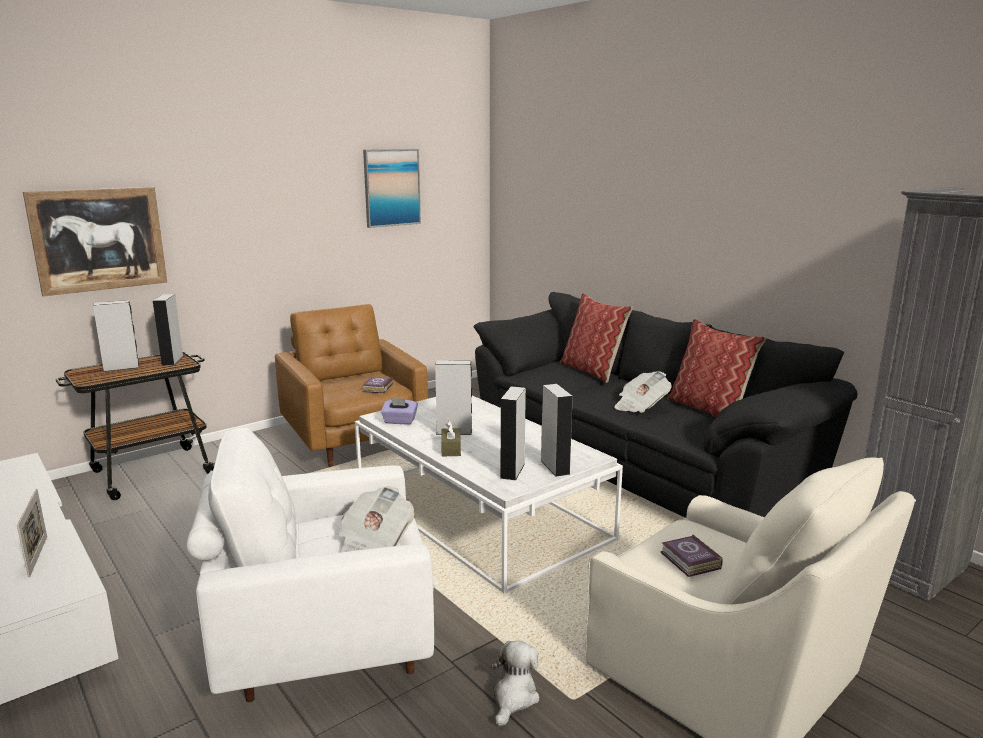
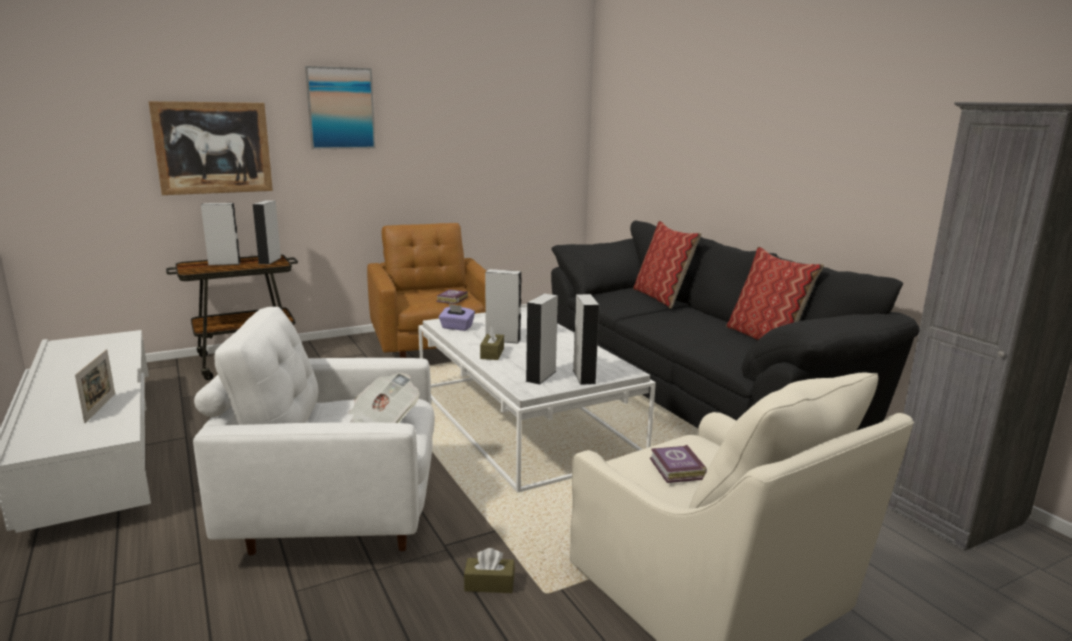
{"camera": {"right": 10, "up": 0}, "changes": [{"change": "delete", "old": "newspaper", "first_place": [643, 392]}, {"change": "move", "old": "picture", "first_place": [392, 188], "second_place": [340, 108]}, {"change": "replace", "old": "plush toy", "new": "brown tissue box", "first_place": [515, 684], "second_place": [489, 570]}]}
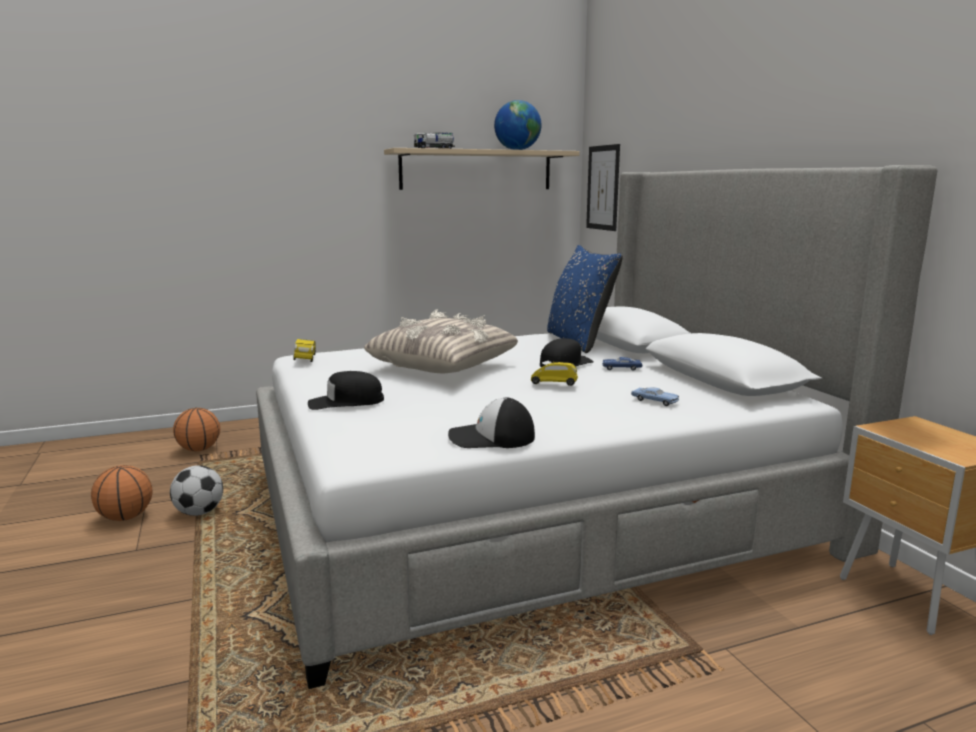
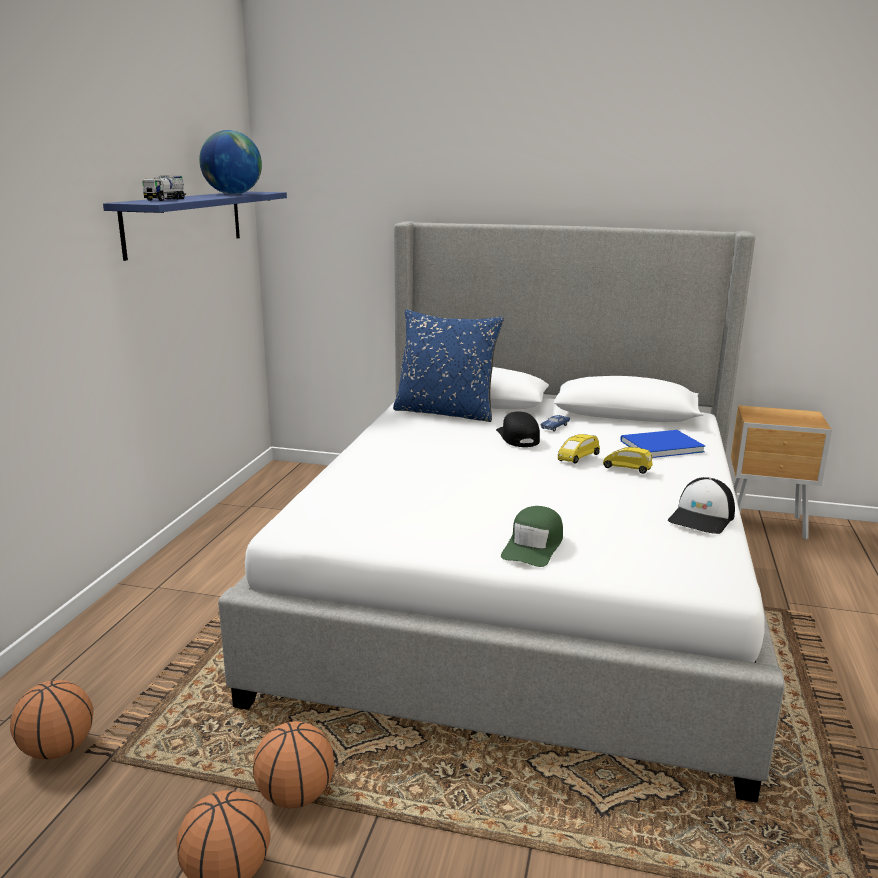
{"camera": {"right": -55, "up": 5}, "changes": [{"change": "delete", "old": "beige pillow", "first_place": [441, 341]}, {"change": "delete", "old": "picture", "first_place": [603, 187]}, {"change": "move", "old": "yellow toy car", "first_place": [304, 350], "second_place": [628, 460]}, {"change": "replace", "old": "football", "new": "basketball", "first_place": [196, 490], "second_place": [293, 765]}, {"change": "replace", "old": "blue toy car", "new": "blue book", "first_place": [655, 396], "second_place": [662, 444]}, {"change": "recolor", "old": "black cap", "new": "green cap", "first_place": [346, 390], "second_place": [532, 536]}, {"change": "recolor", "old": "beige shelf", "new": "blue shelf", "first_place": [482, 169], "second_place": [195, 226]}]}
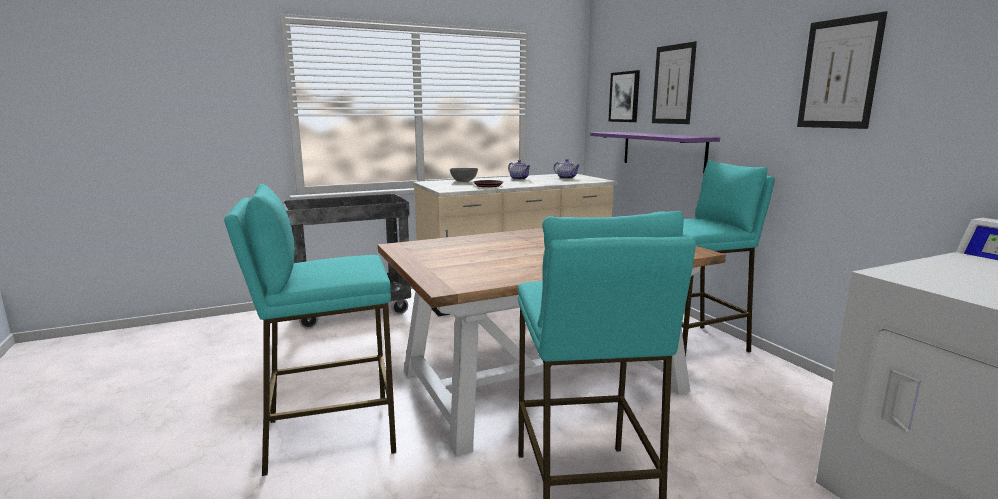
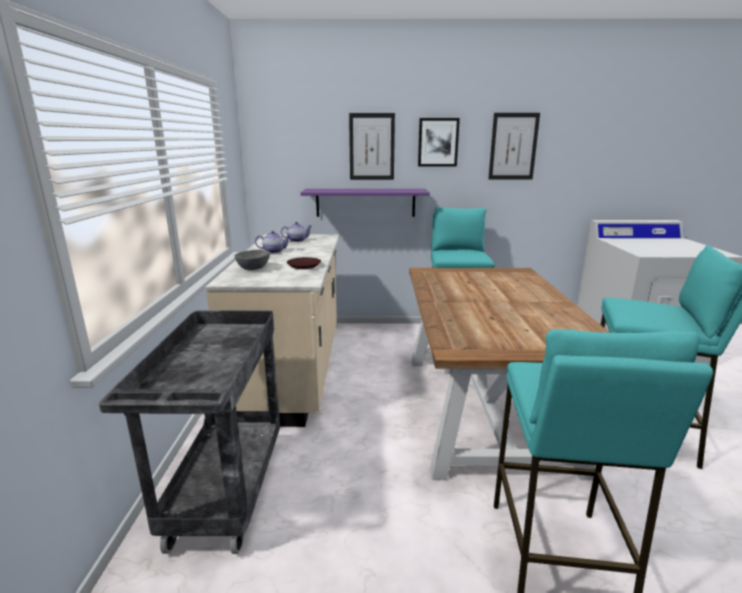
{"camera": {"right": -65, "up": 5}, "changes": [{"change": "move", "old": "picture", "first_place": [624, 96], "second_place": [439, 142]}]}
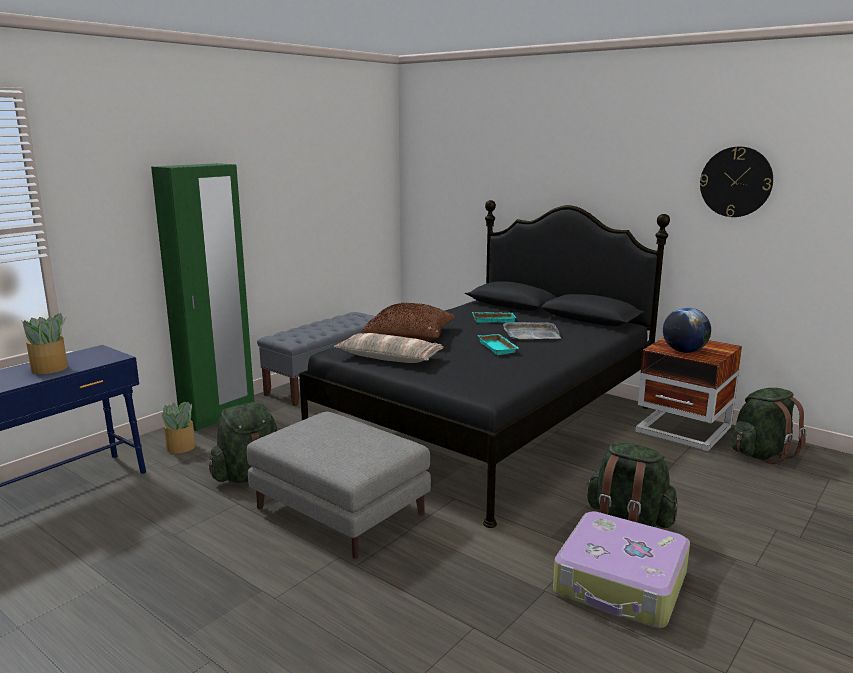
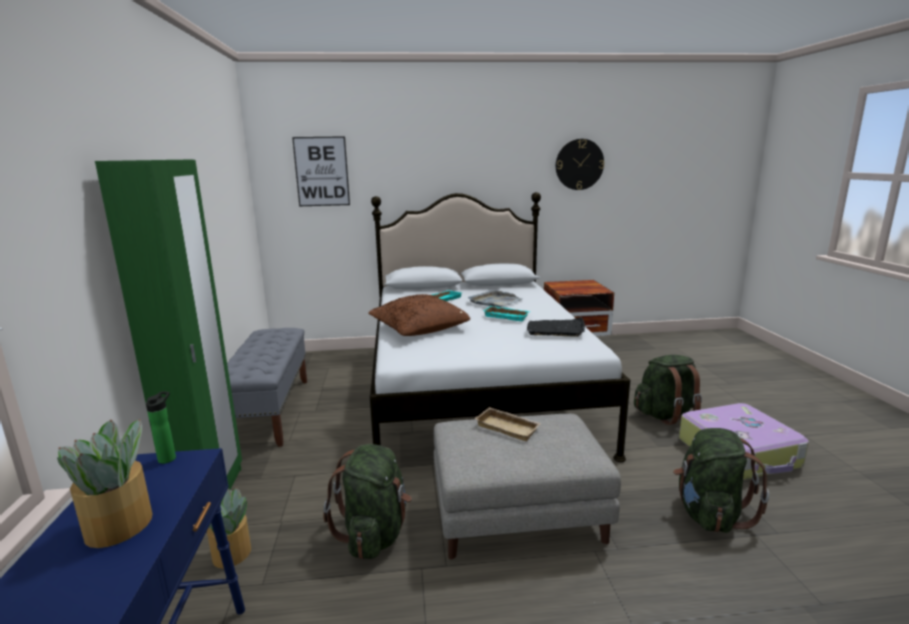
{"camera": {"right": -45, "up": 0}, "changes": [{"change": "delete", "old": "pillow", "first_place": [389, 348]}, {"change": "delete", "old": "globe", "first_place": [687, 330]}, {"change": "insert", "new": "bottle", "second_place": [161, 427]}, {"change": "insert", "new": "picture", "second_place": [321, 171]}, {"change": "insert", "new": "beige tray", "second_place": [508, 424]}, {"change": "insert", "new": "black tray", "second_place": [556, 327]}, {"change": "move", "old": "green backpack", "first_place": [768, 426], "second_place": [721, 480]}, {"change": "recolor", "old": "black bed", "new": "white bed", "first_place": [484, 364], "second_place": [500, 327]}]}
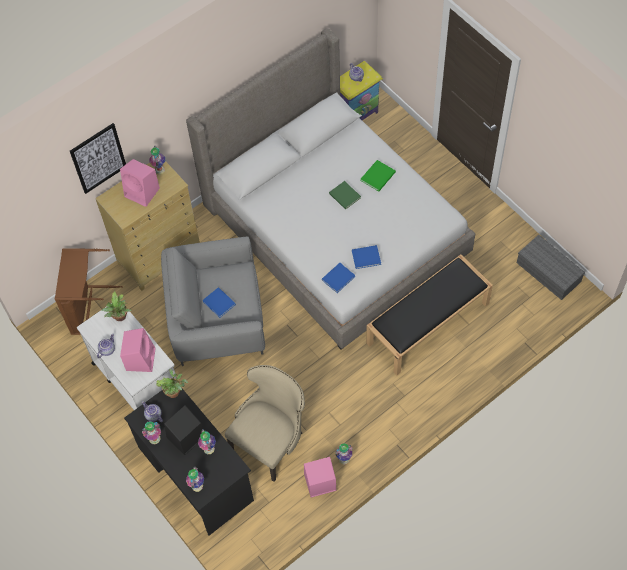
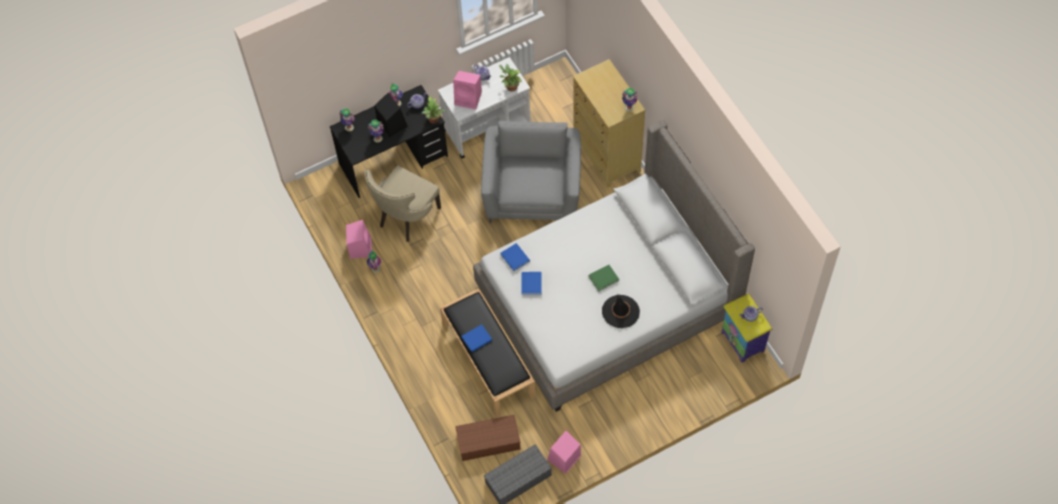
{"camera": {"right": 100, "up": 0}, "changes": [{"change": "delete", "old": "brown laundry basket", "first_place": [89, 291]}, {"change": "delete", "old": "picture", "first_place": [98, 158]}, {"change": "insert", "new": "brown storage box", "second_place": [488, 438]}, {"change": "move", "old": "pink speaker", "first_place": [140, 183], "second_place": [564, 452]}, {"change": "move", "old": "blue book", "first_place": [219, 302], "second_place": [477, 338]}, {"change": "replace", "old": "green book", "new": "black hat", "first_place": [378, 176], "second_place": [621, 311]}, {"change": "rotate", "old": "beige chair", "first_place": [265, 423], "second_place": [402, 204], "degrees": 75}]}
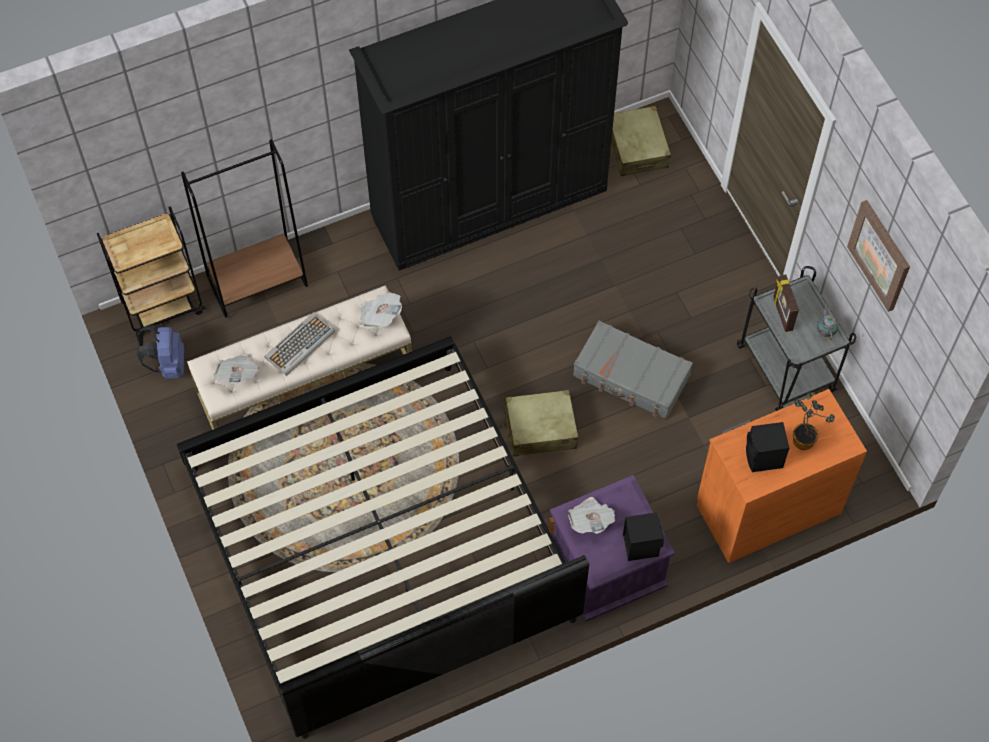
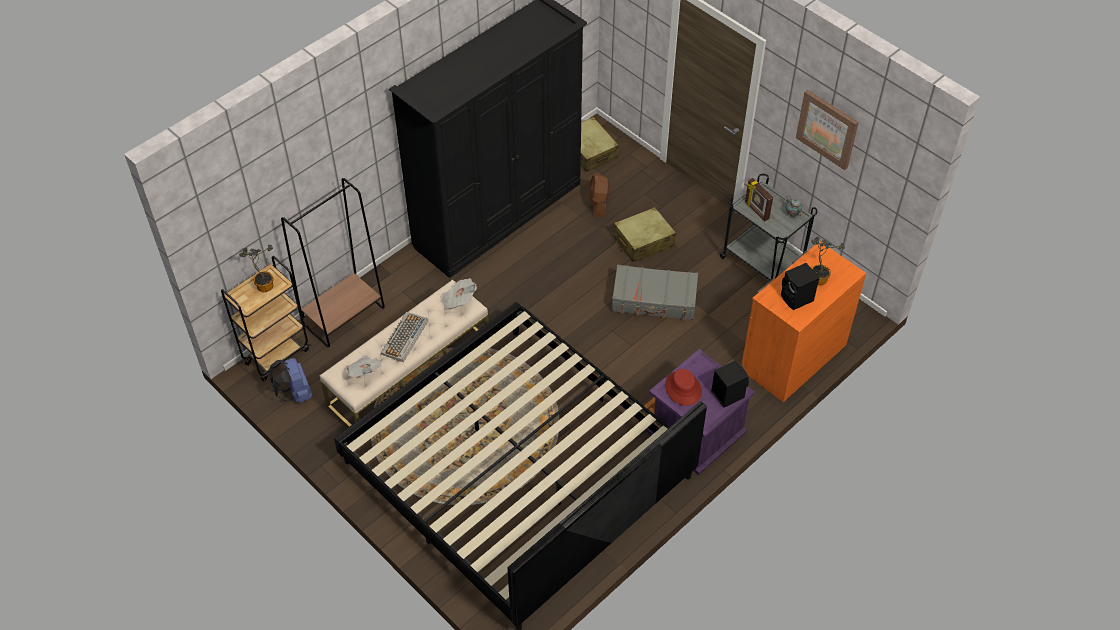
{"camera": {"right": -20, "up": -10}, "changes": [{"change": "insert", "new": "potted plant", "second_place": [256, 268]}, {"change": "insert", "new": "brown fan", "second_place": [599, 195]}, {"change": "move", "old": "beige suitcase", "first_place": [540, 423], "second_place": [644, 234]}, {"change": "replace", "old": "newspaper", "new": "red hat", "first_place": [591, 515], "second_place": [683, 387]}]}
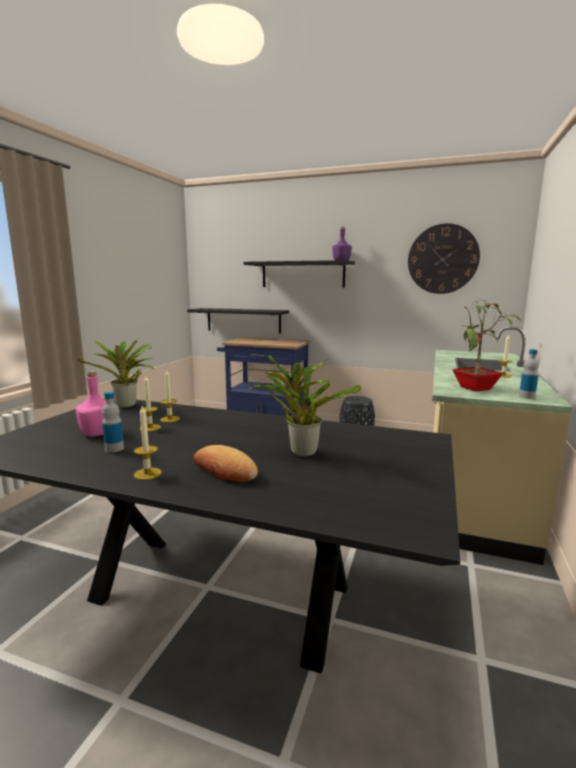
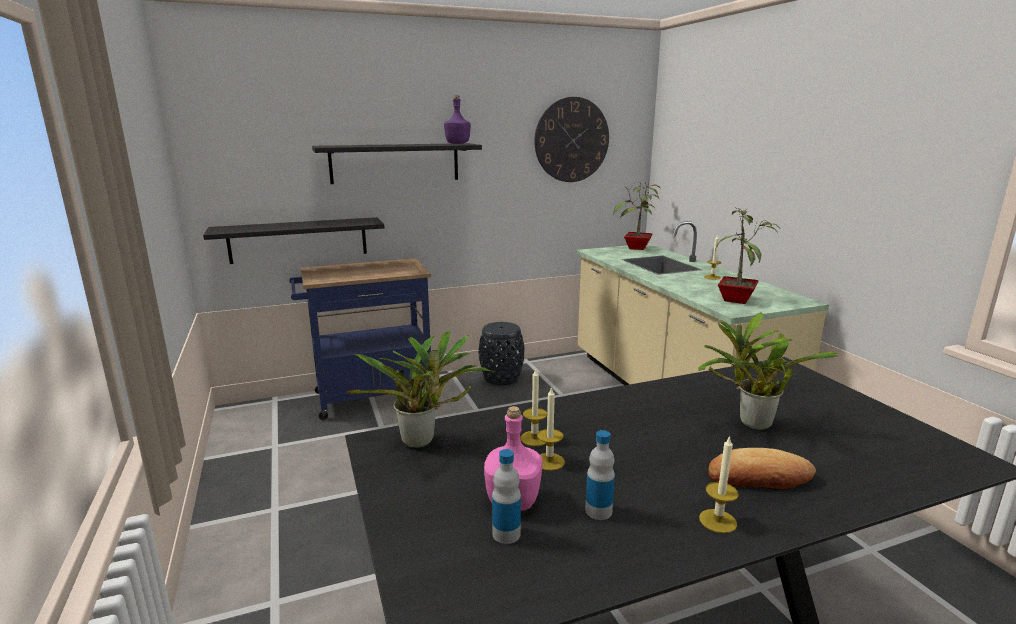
{"camera": {"right": -40, "up": 5}, "changes": [{"change": "insert", "new": "potted plant", "second_place": [637, 215]}, {"change": "move", "old": "bottle", "first_place": [529, 374], "second_place": [506, 496]}]}
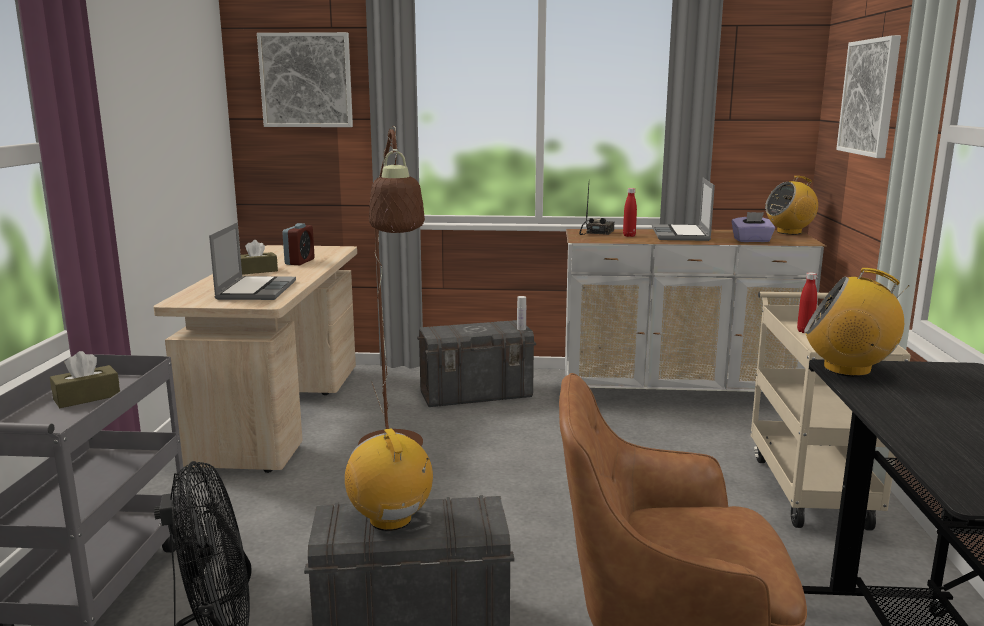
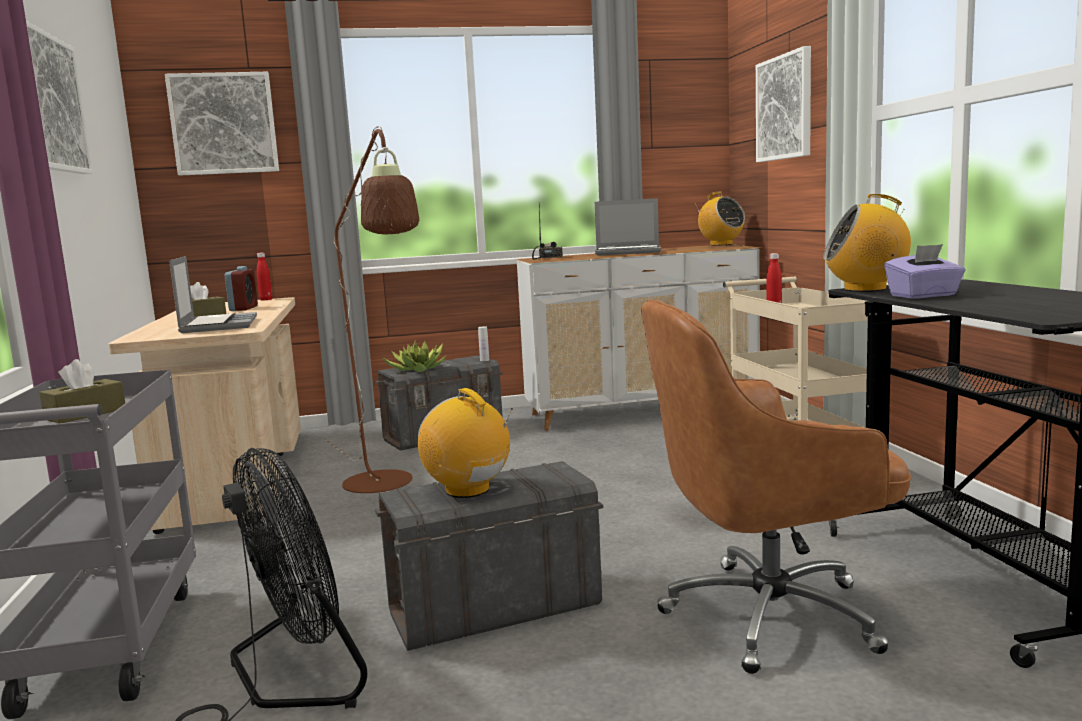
{"camera": {"right": -15, "up": -5}, "changes": [{"change": "insert", "new": "picture", "second_place": [59, 97]}, {"change": "insert", "new": "potted plant", "second_place": [414, 356]}, {"change": "move", "old": "red bottle", "first_place": [630, 212], "second_place": [264, 277]}, {"change": "move", "old": "purple tissue box", "first_place": [753, 227], "second_place": [924, 271]}, {"change": "rotate", "old": "laptop", "first_place": [683, 209], "second_place": [628, 227], "degrees": -75}, {"change": "rotate", "old": "radio", "first_place": [791, 205], "second_place": [720, 219], "degrees": -90}]}
